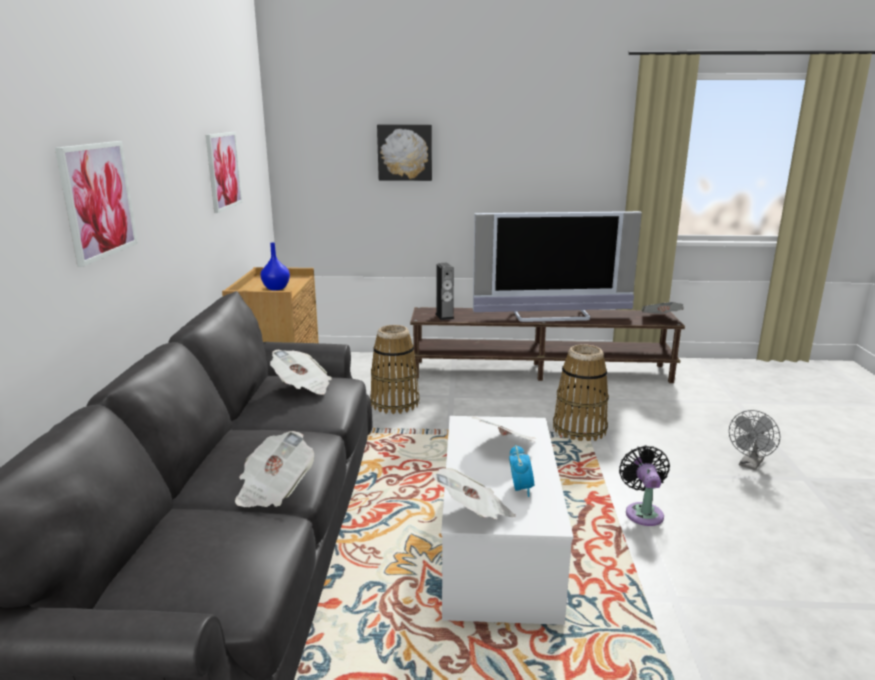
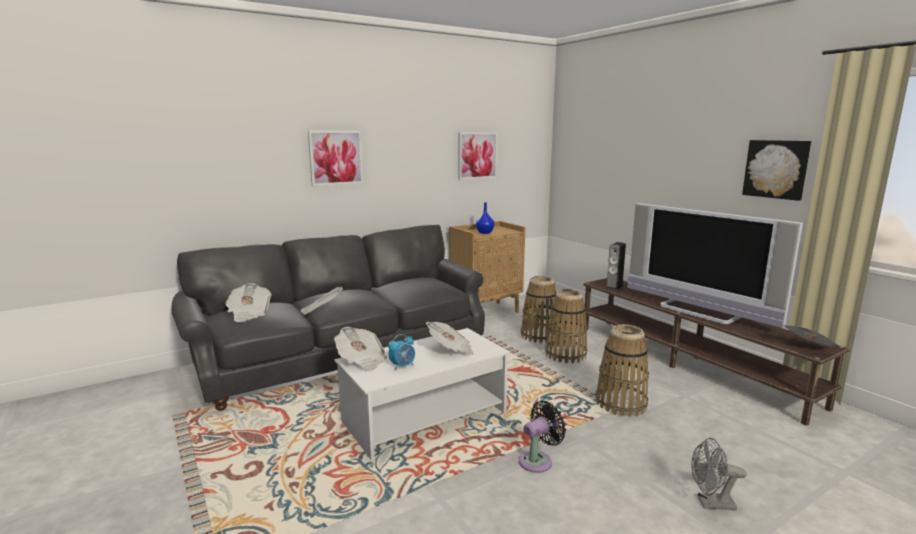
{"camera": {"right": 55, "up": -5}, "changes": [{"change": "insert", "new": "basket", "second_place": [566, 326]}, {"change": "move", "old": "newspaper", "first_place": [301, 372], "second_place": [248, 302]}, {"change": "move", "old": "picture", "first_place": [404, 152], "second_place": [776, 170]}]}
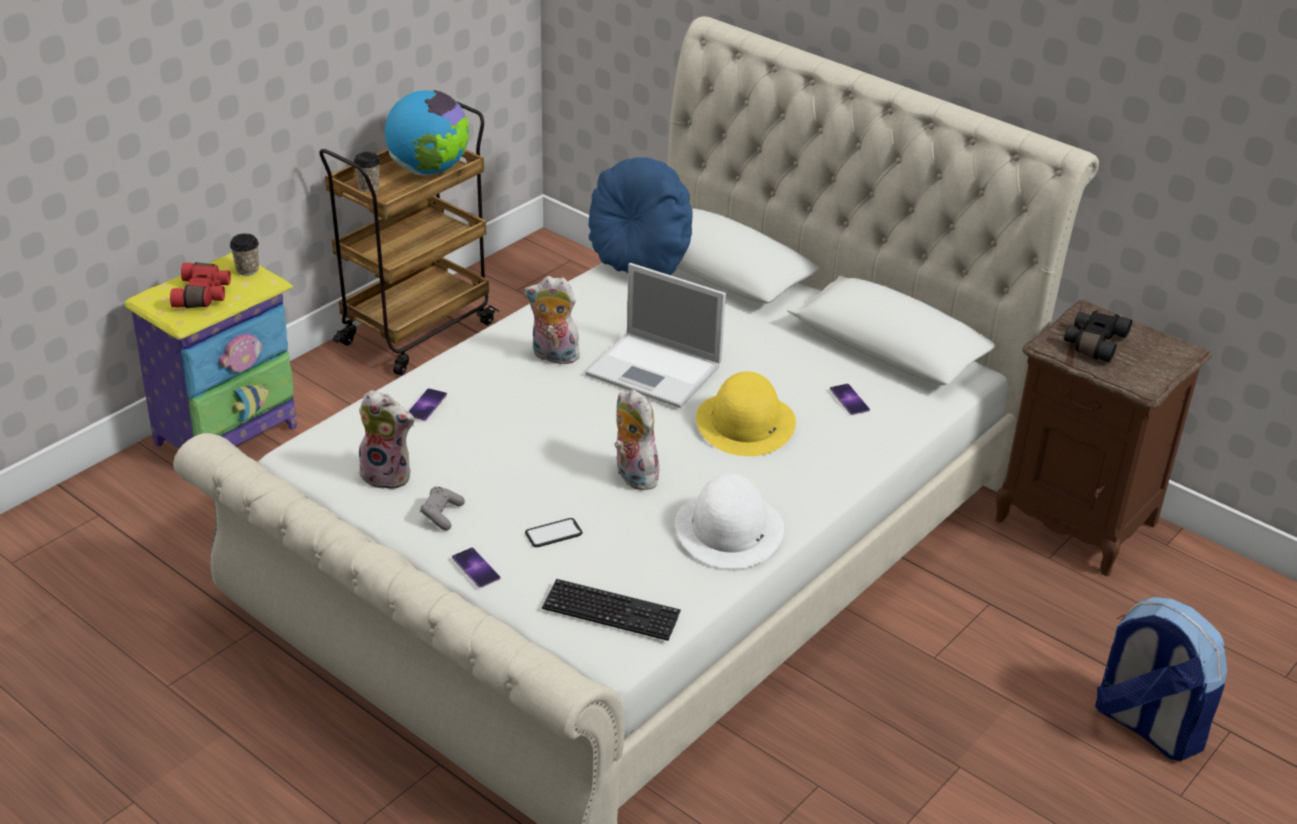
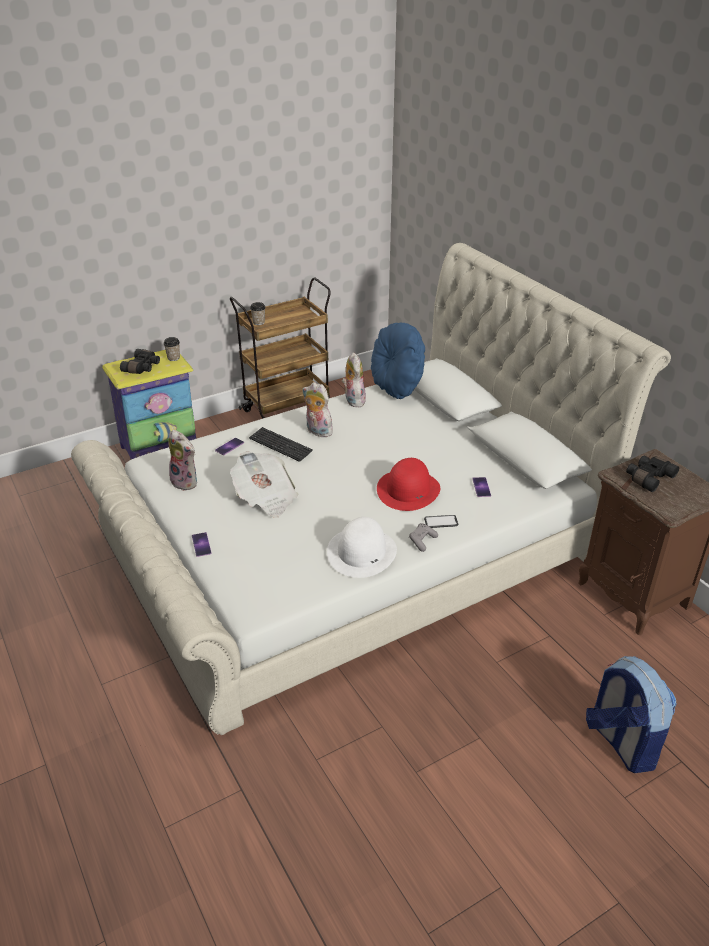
{"camera": {"right": 20, "up": 0}, "changes": [{"change": "delete", "old": "globe", "first_place": [427, 132]}, {"change": "delete", "old": "laptop", "first_place": [655, 335]}, {"change": "insert", "new": "newspaper", "second_place": [264, 484]}, {"change": "move", "old": "grey game controller", "first_place": [442, 508], "second_place": [423, 537]}, {"change": "move", "old": "phone", "first_place": [554, 532], "second_place": [441, 521]}, {"change": "move", "old": "keyboard", "first_place": [611, 610], "second_place": [281, 444]}, {"change": "move", "old": "plush toy", "first_place": [636, 439], "second_place": [354, 379]}, {"change": "recolor", "old": "red binoculars", "new": "black binoculars", "first_place": [200, 285], "second_place": [140, 361]}, {"change": "recolor", "old": "yellow hat", "new": "red hat", "first_place": [746, 413], "second_place": [408, 484]}]}
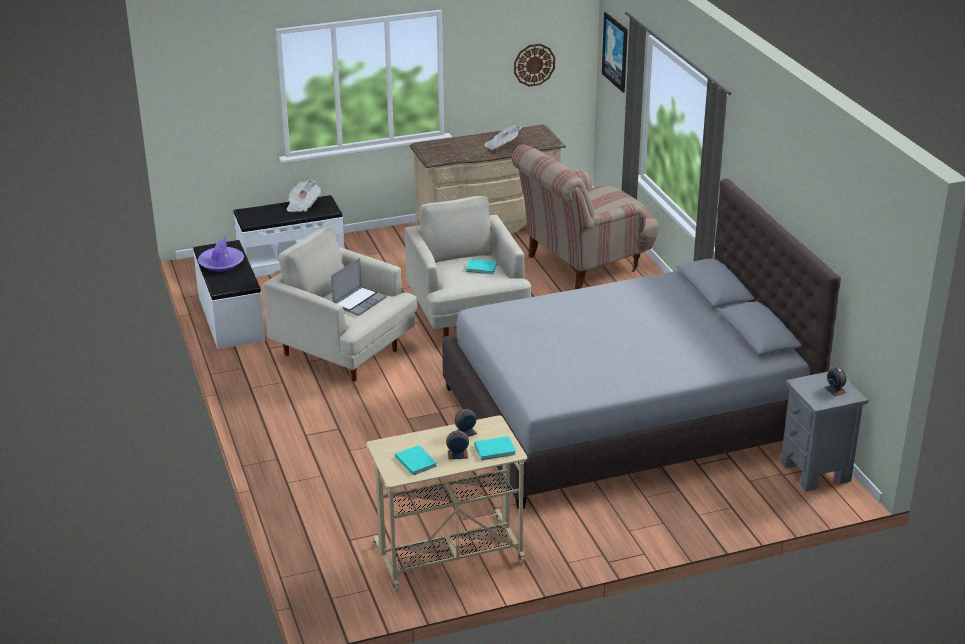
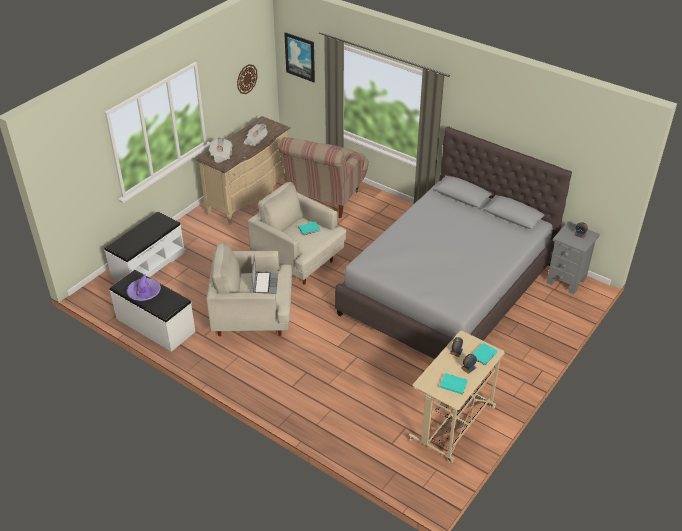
{"camera": {"right": -35, "up": 10}, "changes": [{"change": "move", "old": "newspaper", "first_place": [304, 196], "second_place": [221, 150]}]}
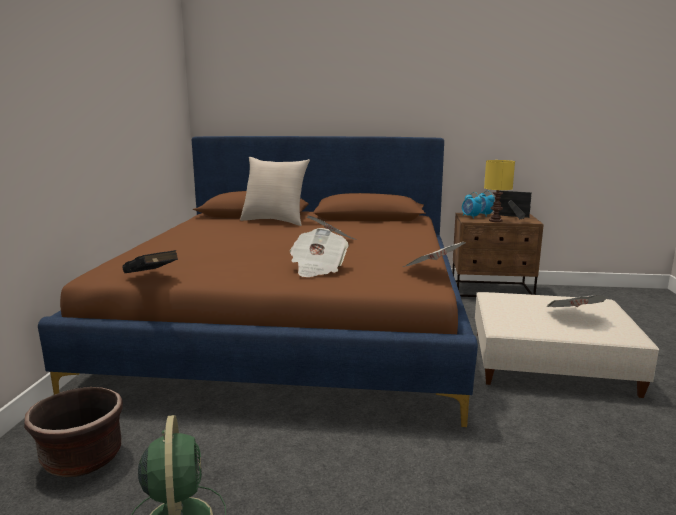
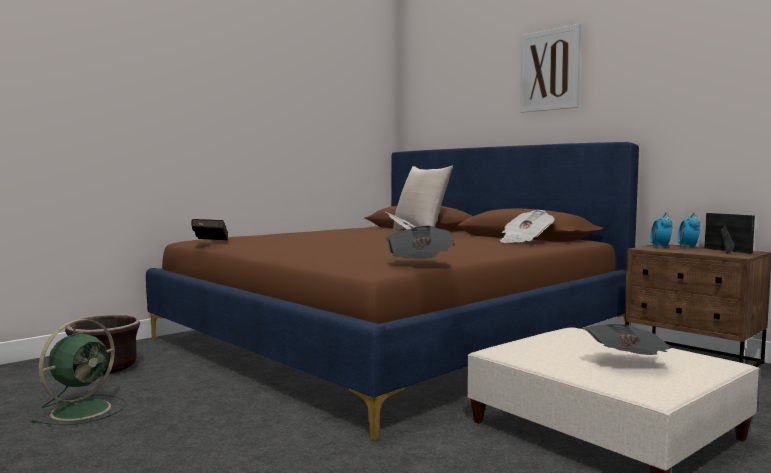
{"camera": {"right": 40, "up": -10}, "changes": [{"change": "delete", "old": "yellow table lamp", "first_place": [499, 191]}, {"change": "insert", "new": "picture", "second_place": [550, 68]}, {"change": "move", "old": "newspaper", "first_place": [319, 252], "second_place": [527, 226]}]}
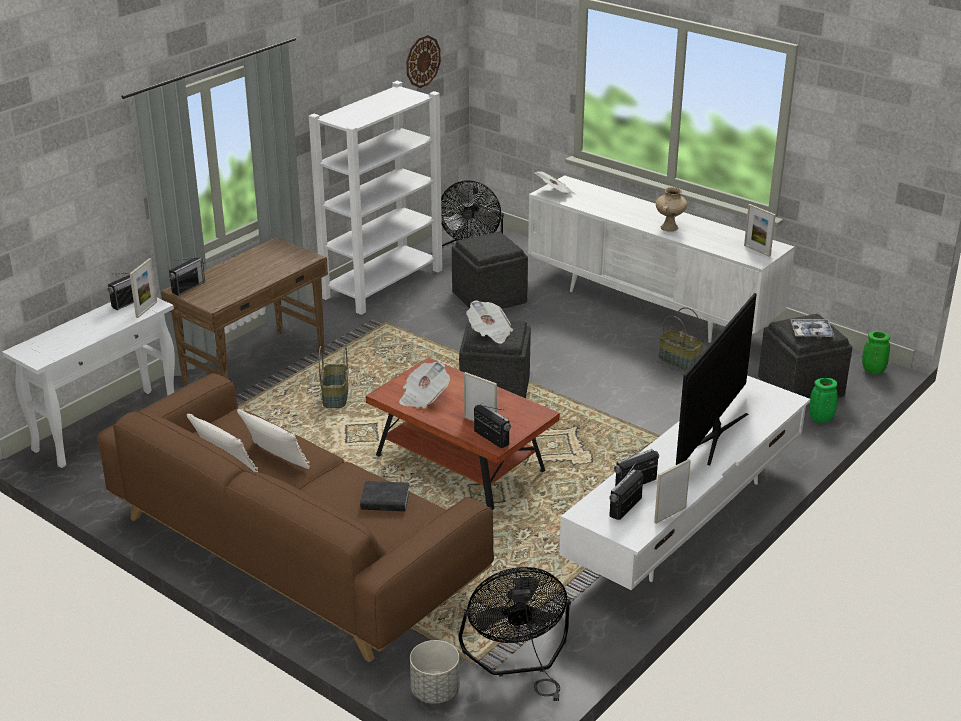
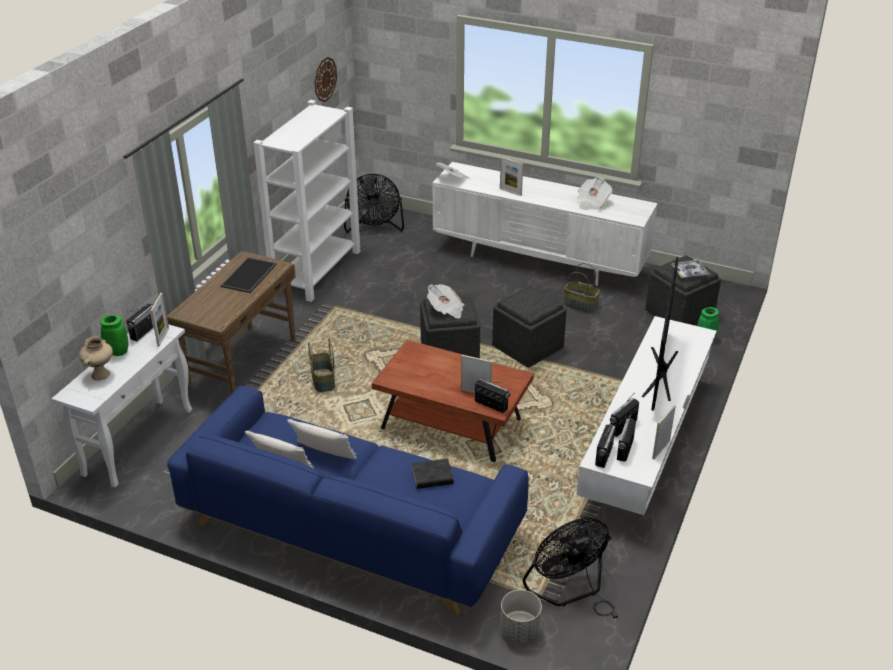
{"camera": {"right": -15, "up": 5}, "changes": [{"change": "insert", "new": "tray", "second_place": [249, 275]}, {"change": "move", "old": "radio", "first_place": [187, 276], "second_place": [605, 446]}, {"change": "move", "old": "newspaper", "first_place": [424, 385], "second_place": [595, 193]}, {"change": "move", "old": "grey ottoman", "first_place": [490, 270], "second_place": [529, 326]}, {"change": "move", "old": "beige vase", "first_place": [671, 209], "second_place": [96, 358]}, {"change": "move", "old": "picture frame", "first_place": [760, 230], "second_place": [511, 176]}, {"change": "move", "old": "green vase", "first_place": [876, 352], "second_place": [114, 335]}, {"change": "recolor", "old": "brown sofa", "new": "blue sofa", "first_place": [295, 517], "second_place": [348, 500]}]}
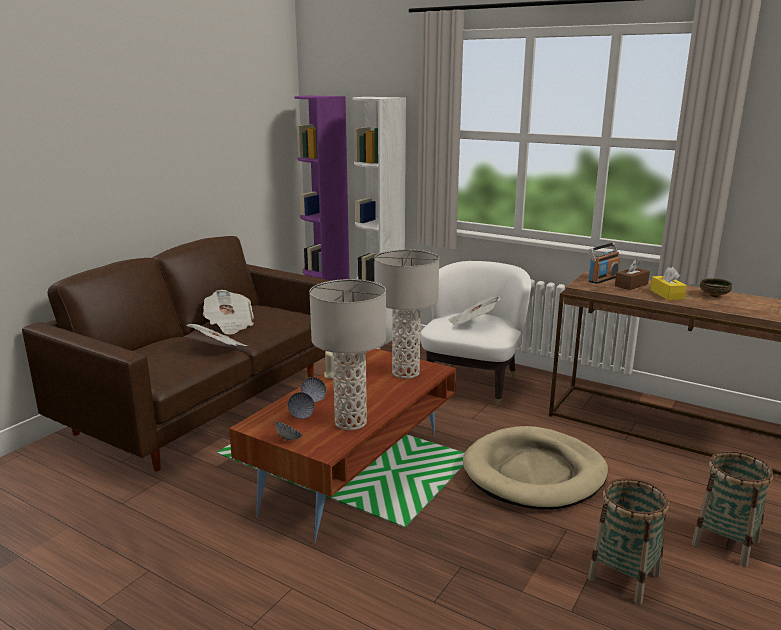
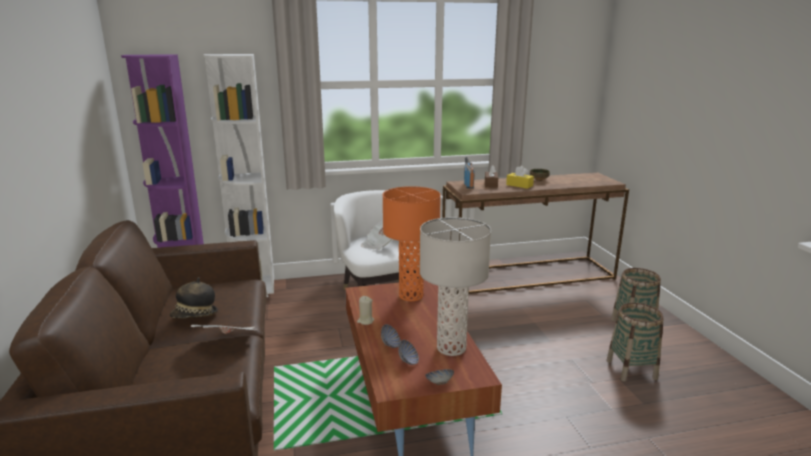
{"camera": {"right": -45, "up": 0}, "changes": [{"change": "delete", "old": "beige dog bed", "first_place": [535, 468]}, {"change": "replace", "old": "newspaper", "new": "hat", "first_place": [228, 312], "second_place": [194, 298]}, {"change": "recolor", "old": "white table lamp", "new": "orange table lamp", "first_place": [407, 314], "second_place": [412, 243]}]}
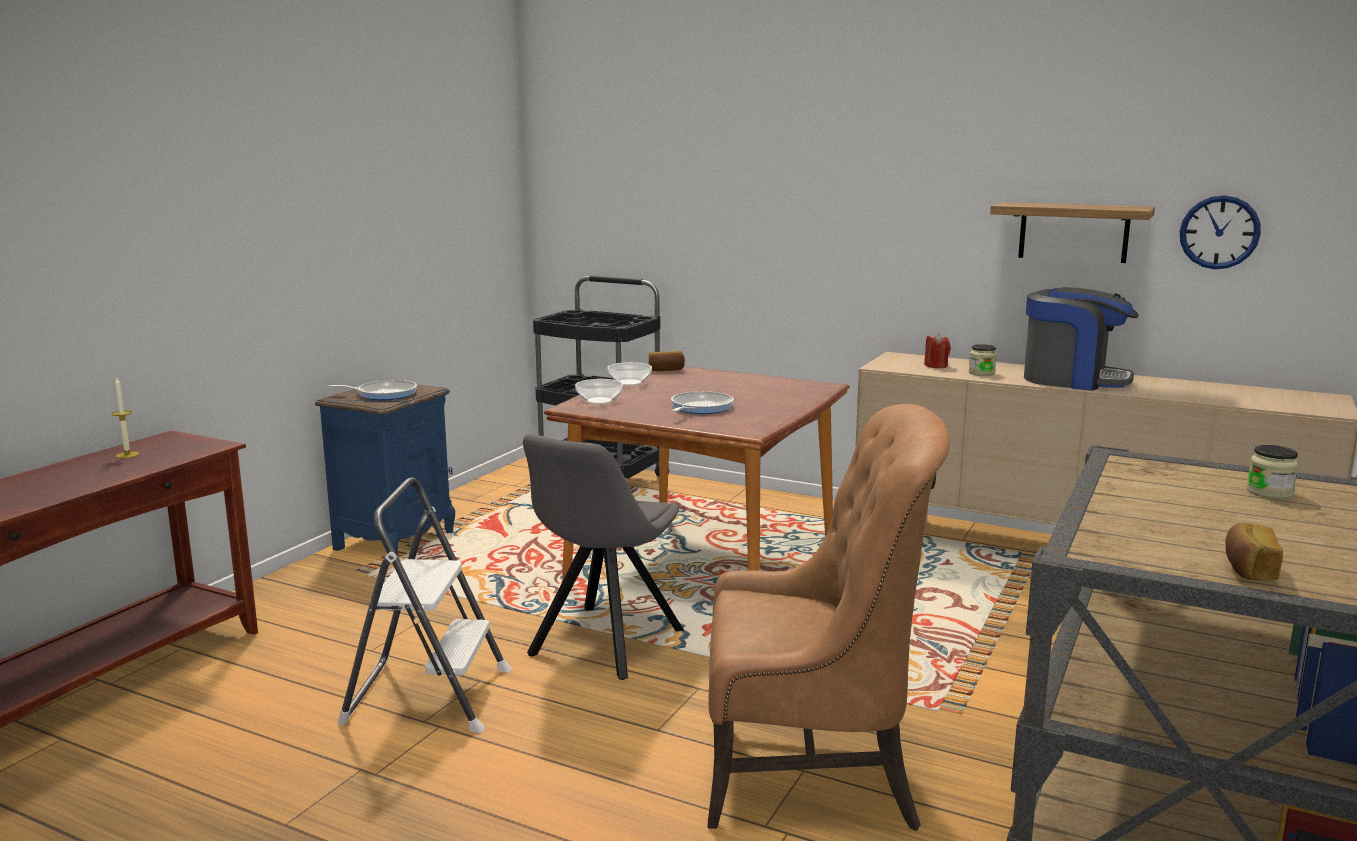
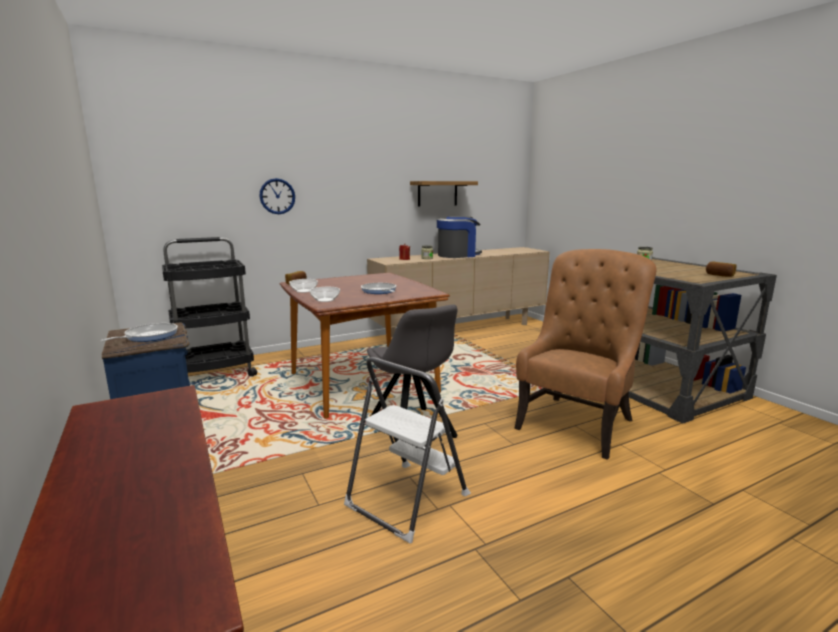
{"camera": {"right": -55, "up": 0}, "changes": [{"change": "delete", "old": "candle", "first_place": [125, 418]}, {"change": "move", "old": "wall clock", "first_place": [1220, 232], "second_place": [277, 196]}]}
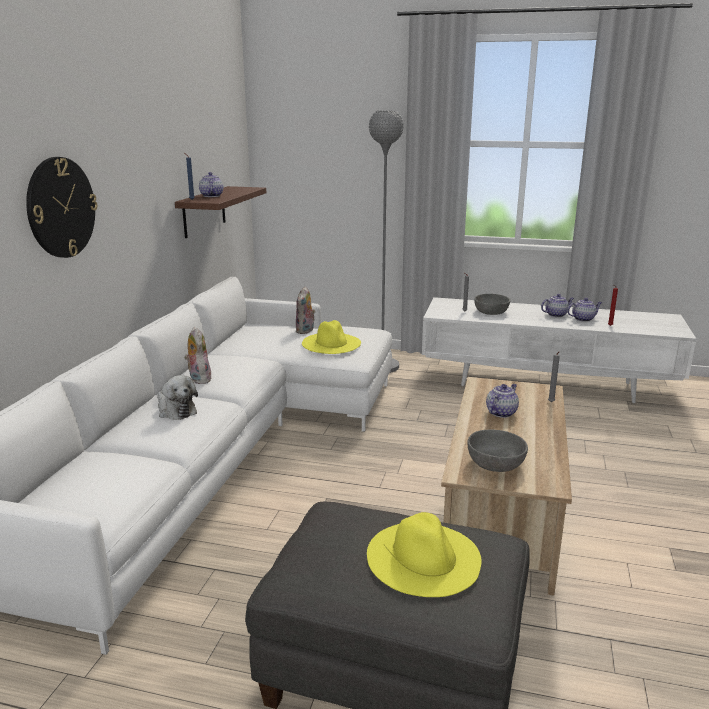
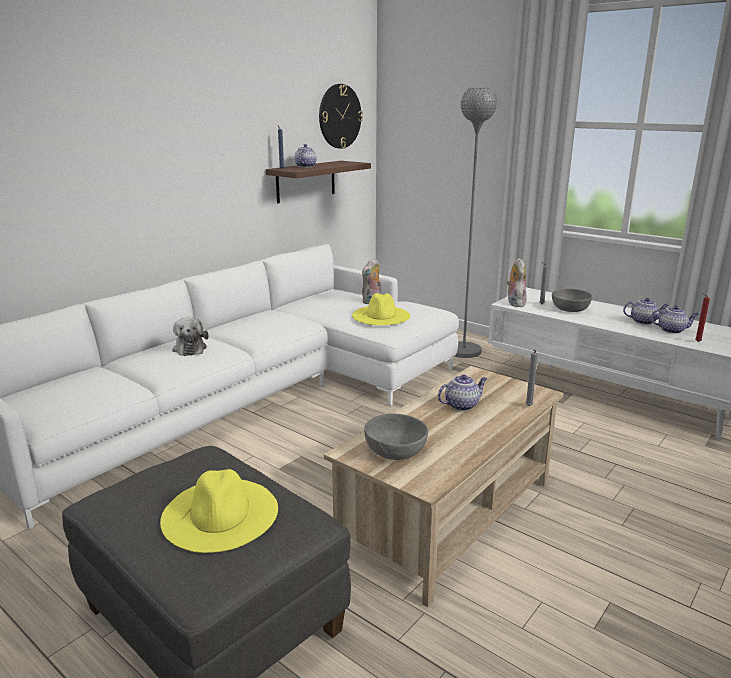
{"camera": {"right": 25, "up": 0}, "changes": [{"change": "move", "old": "wall clock", "first_place": [61, 207], "second_place": [341, 116]}, {"change": "move", "old": "plush toy", "first_place": [198, 355], "second_place": [516, 282]}]}
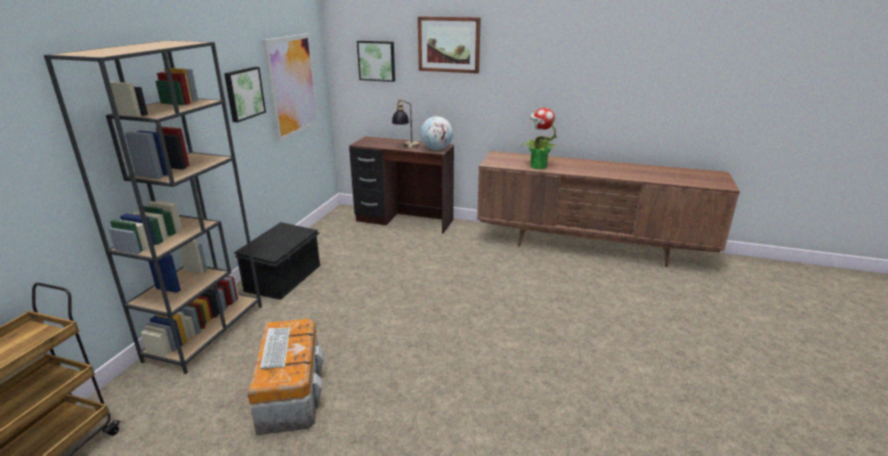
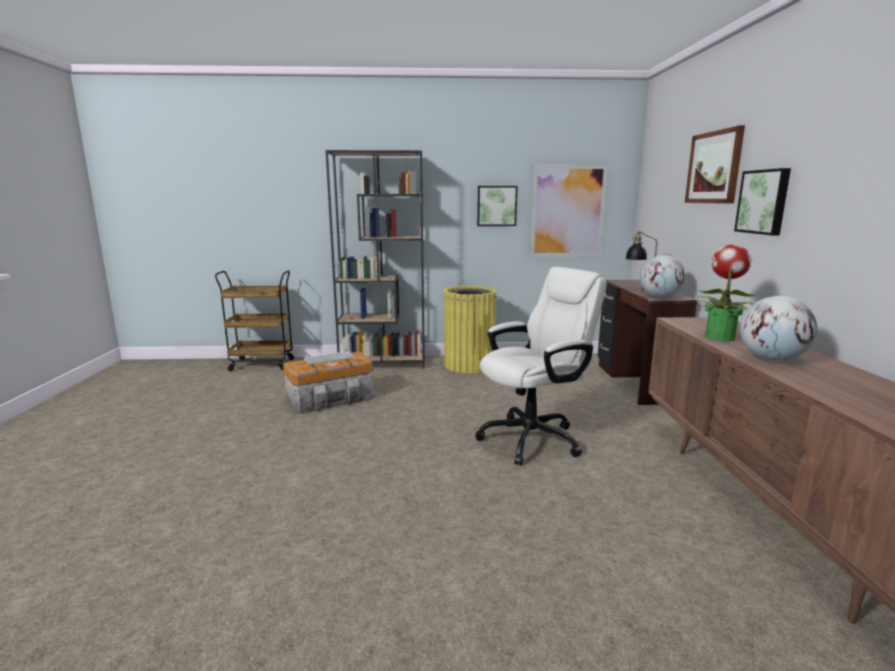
{"camera": {"right": 70, "up": -10}, "changes": [{"change": "insert", "new": "white office chair", "second_place": [541, 366]}, {"change": "insert", "new": "globe", "second_place": [778, 328]}, {"change": "move", "old": "picture", "first_place": [376, 61], "second_place": [762, 201]}, {"change": "replace", "old": "black storage box", "new": "yellow trash can", "first_place": [277, 261], "second_place": [469, 330]}]}
